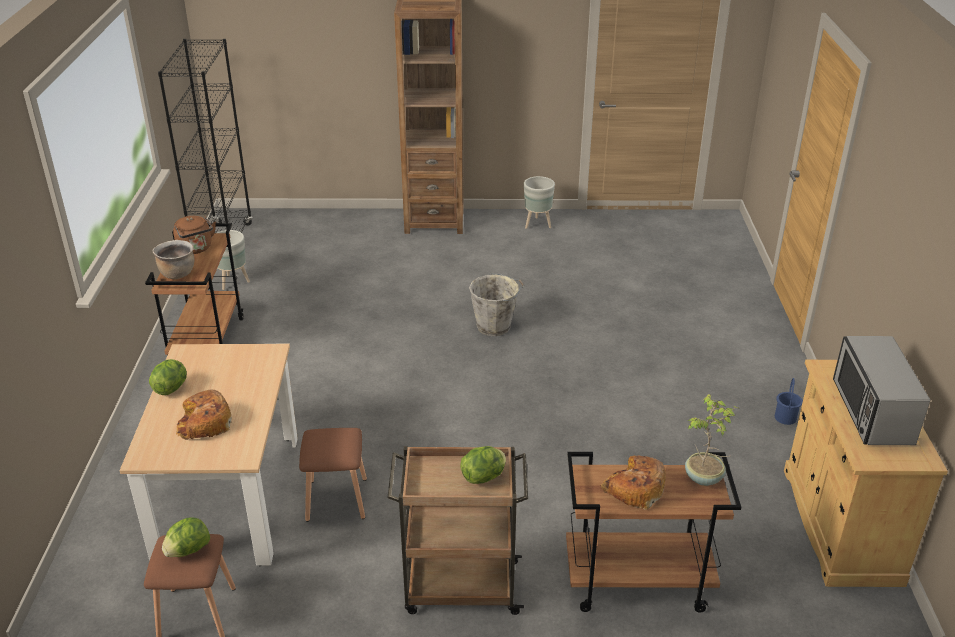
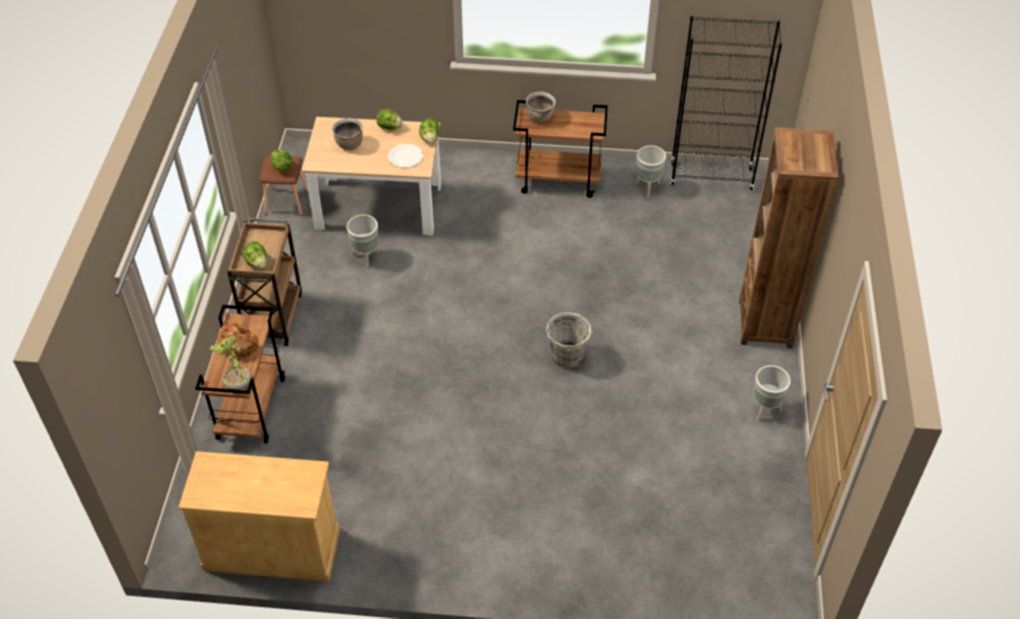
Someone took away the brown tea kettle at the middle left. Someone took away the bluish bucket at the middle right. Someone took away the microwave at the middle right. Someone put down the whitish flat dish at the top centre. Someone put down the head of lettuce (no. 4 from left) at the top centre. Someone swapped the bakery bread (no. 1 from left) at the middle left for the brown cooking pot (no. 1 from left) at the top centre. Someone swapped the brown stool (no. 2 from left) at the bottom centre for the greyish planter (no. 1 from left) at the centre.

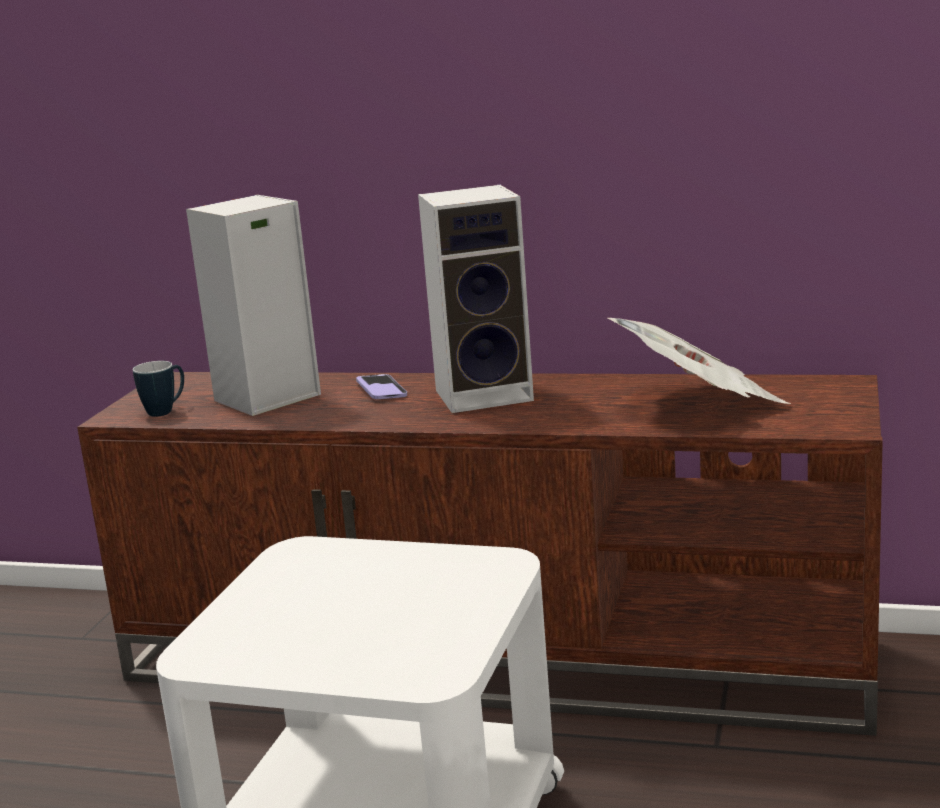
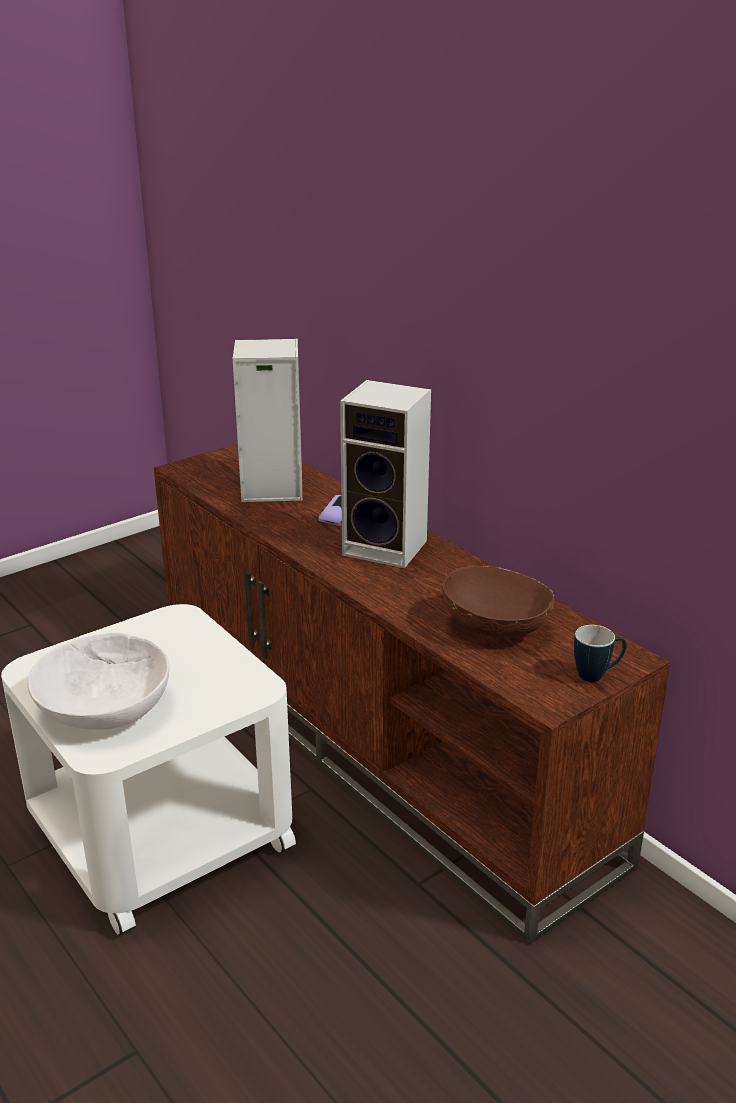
Someone put down the whitish serving bowl at the middle left. Someone carried the tea mug from the middle left to the middle right. Someone swapped the newspaper at the middle right for the brown serving bowl at the middle right.

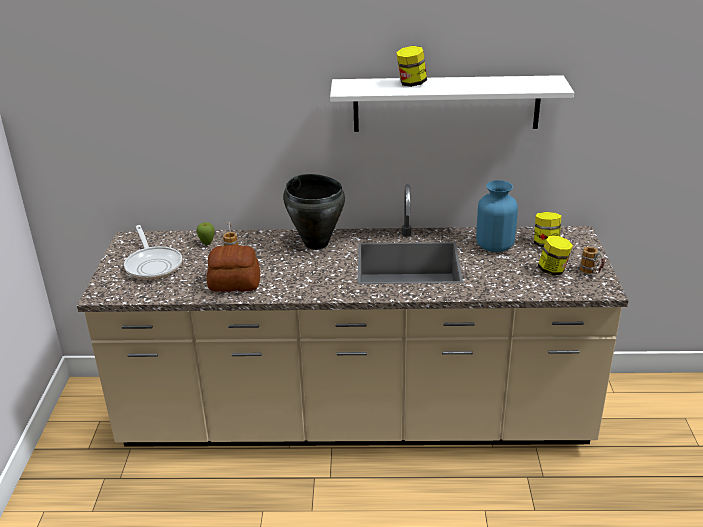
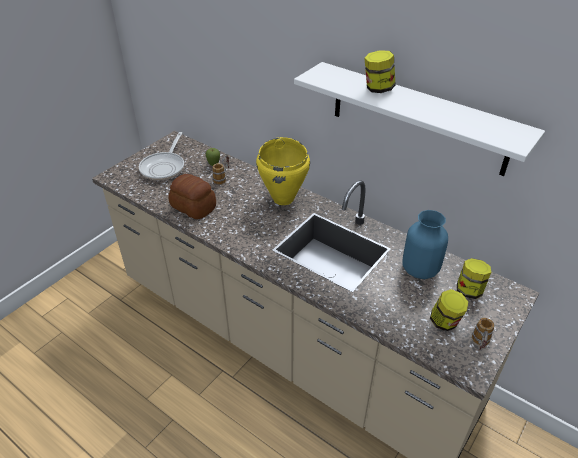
Someone repainted the black-coloured cooking pot at the centre, which became the yellow-coloured cooking pot at the centre.

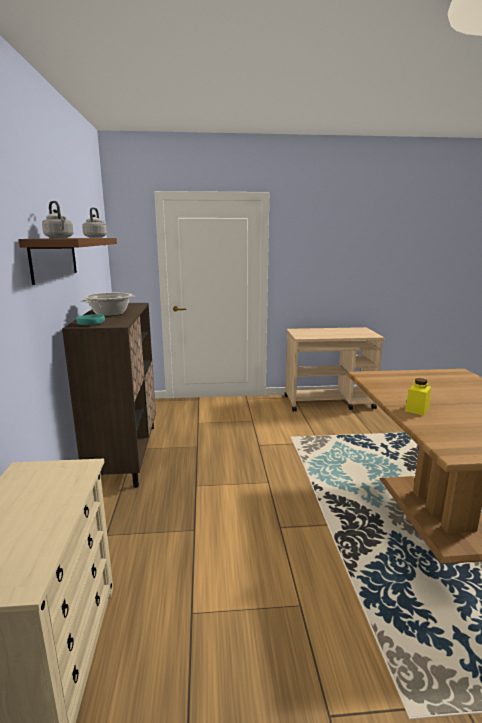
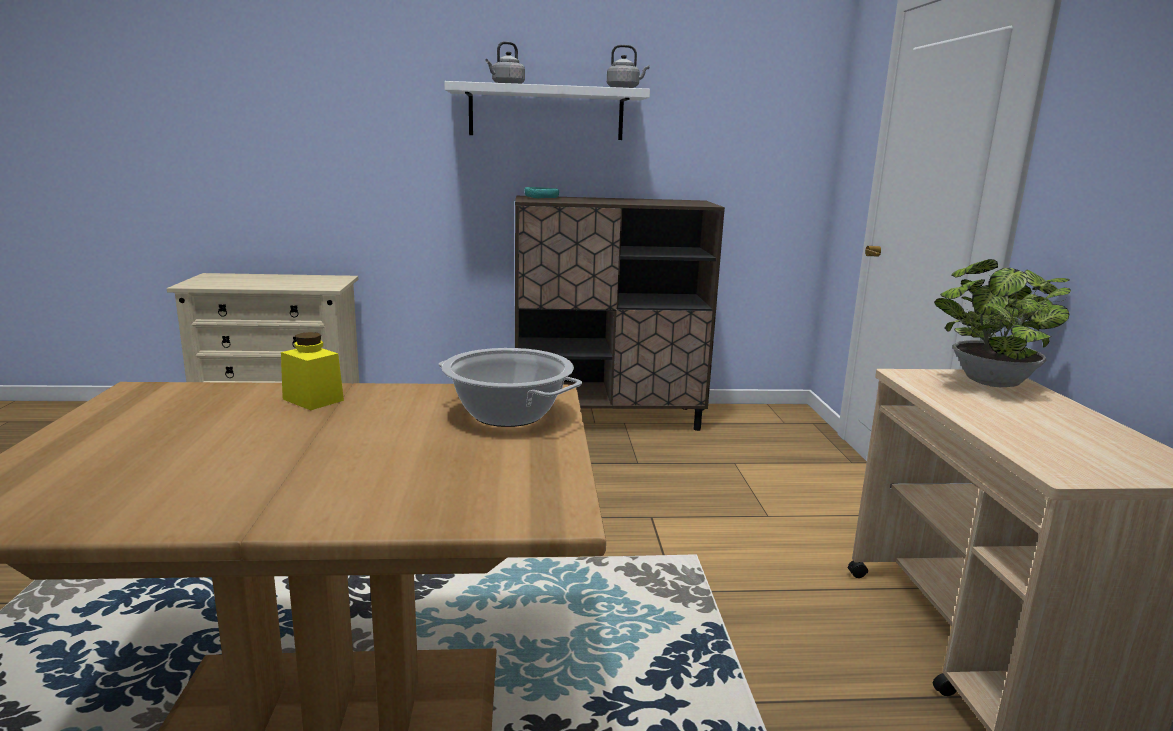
Someone put down the potted plant at the middle right. Someone carried the cooking pot from the middle left to the centre. Someone repainted the brown wall shelf at the middle left, which became the whitish wall shelf at the top centre.

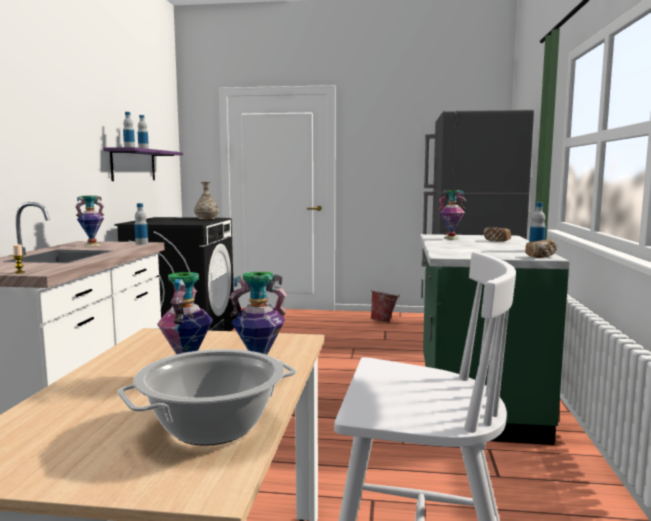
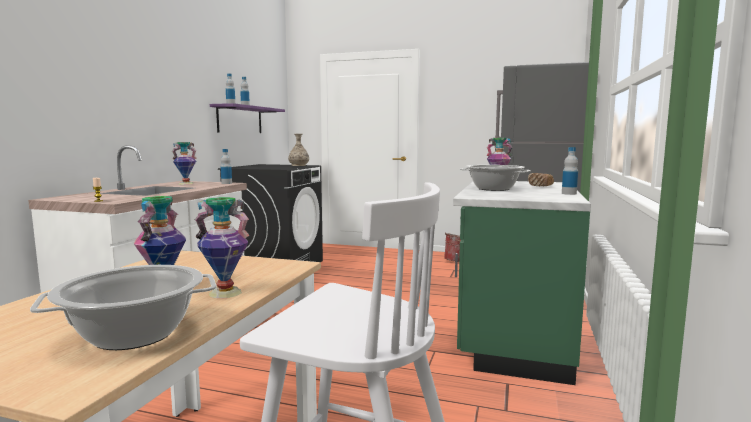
Someone took away the bakery bread (no. 2 from left) at the middle right. Someone put down the cooking pot (no. 2 from left) at the centre.

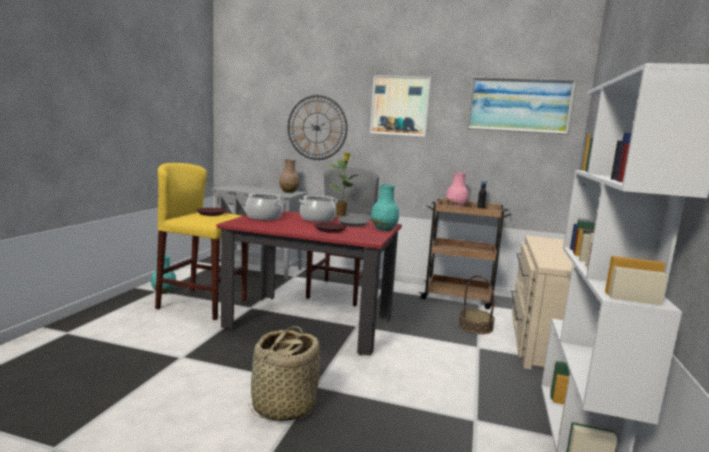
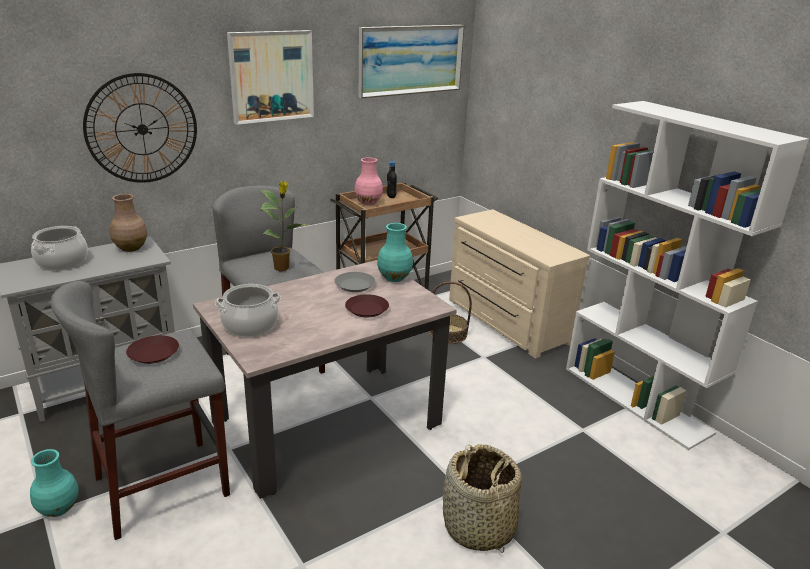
Someone carried the cooking pot (no. 2 from left in the first image) from the centre to the middle left. Someone repainted the yellow-coloured stool at the middle left, which became the greyish stool (no. 1 from left) at the bottom left. Someone repainted the reddish dining table at the centre, which became the sand-coloured dining table at the centre.

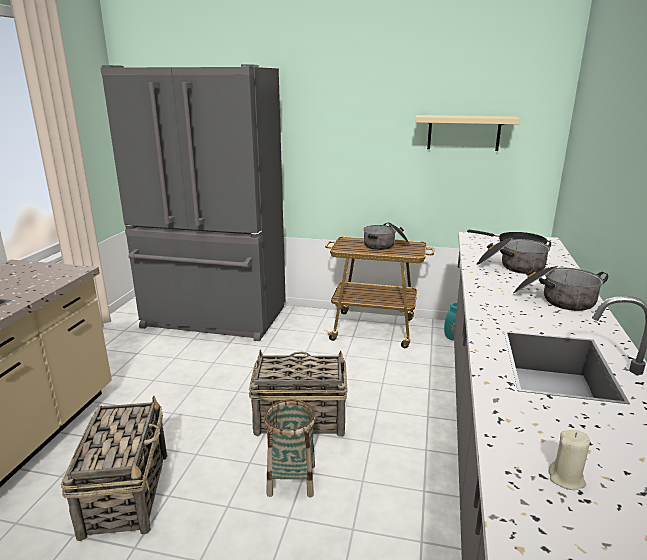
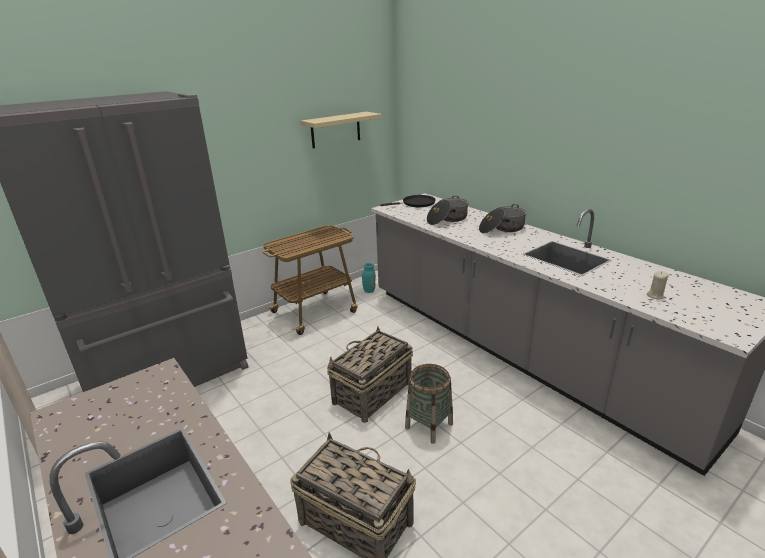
Someone took away the cooking pot (no. 1 from left) at the centre.

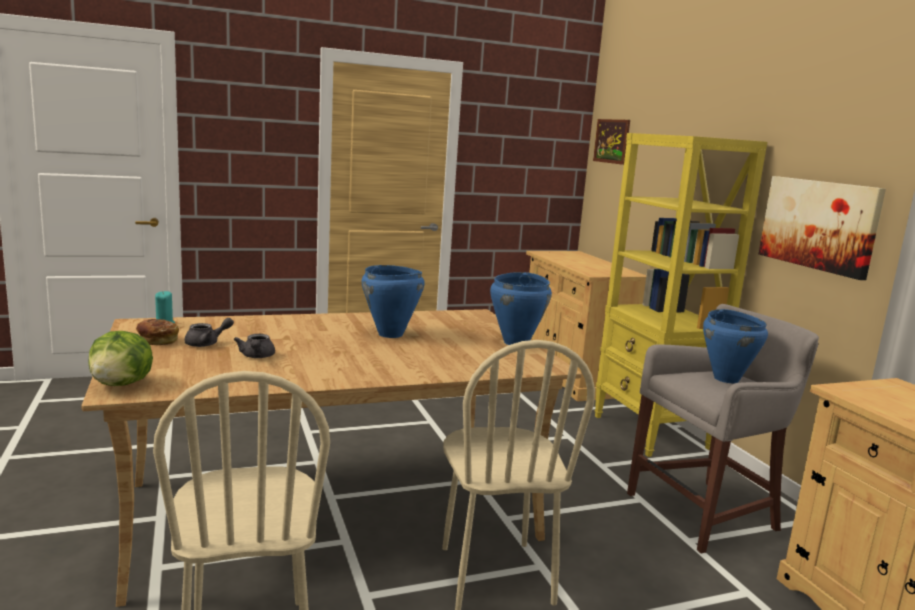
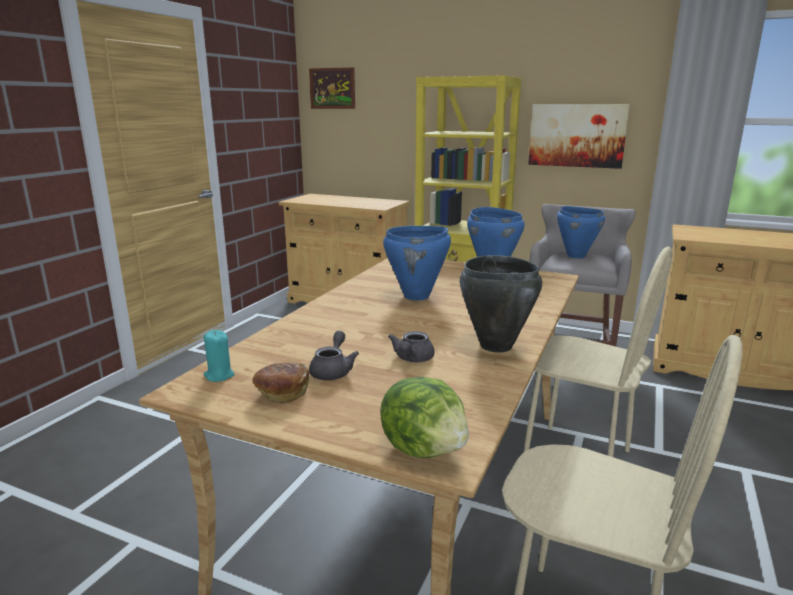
Someone put down the black-coloured cooking pot at the centre. Someone rotated the greyish teapot (no. 2 from left) at the middle left by 75 degrees clockwise.

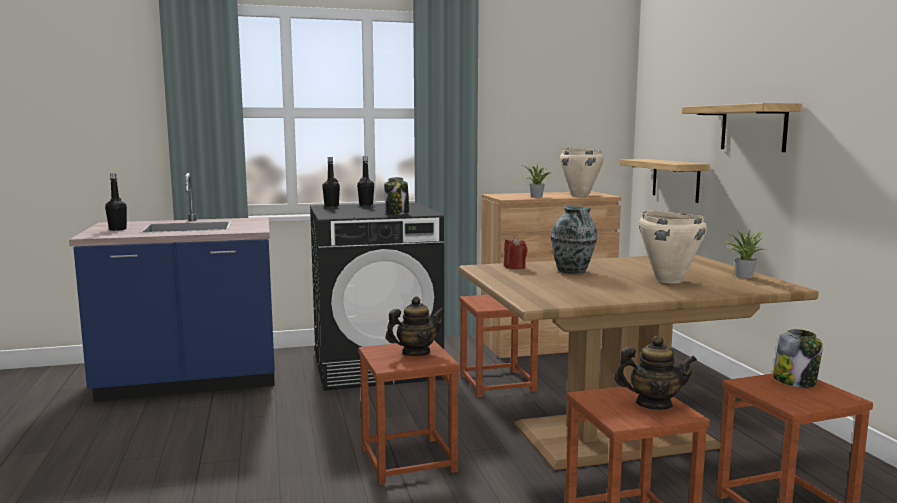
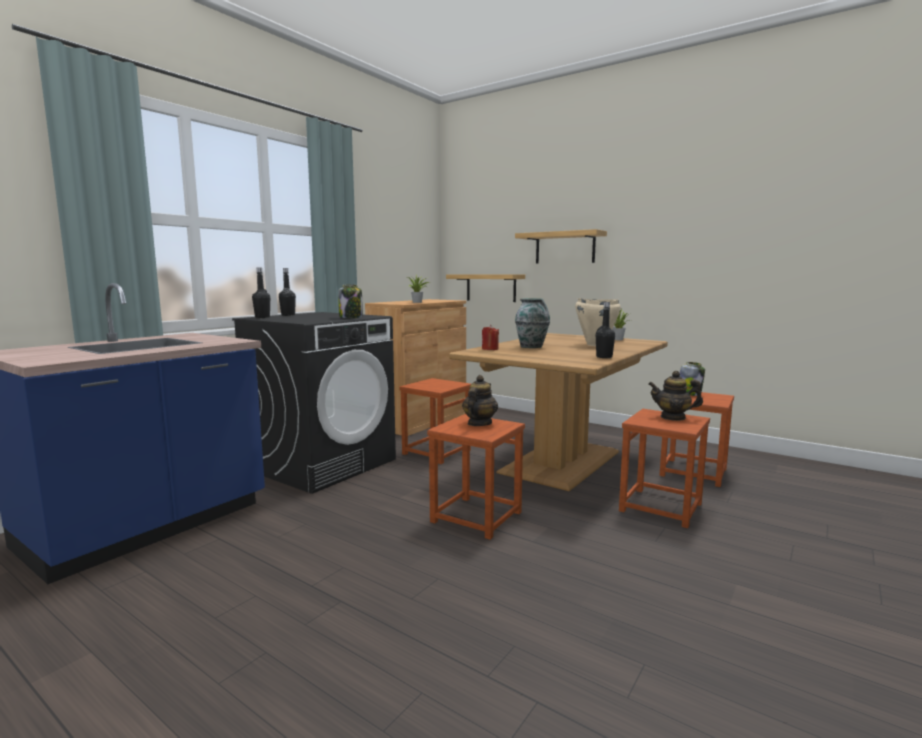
Someone took away the sand-coloured cooking pot (no. 1 from left) at the centre. Someone carried the black-coloured beverage bottle (no. 1 from left in the first image) from the middle left to the centre. Someone rotated the teapot (no. 2 from left) at the bottom right by 135 degrees counterclockwise.

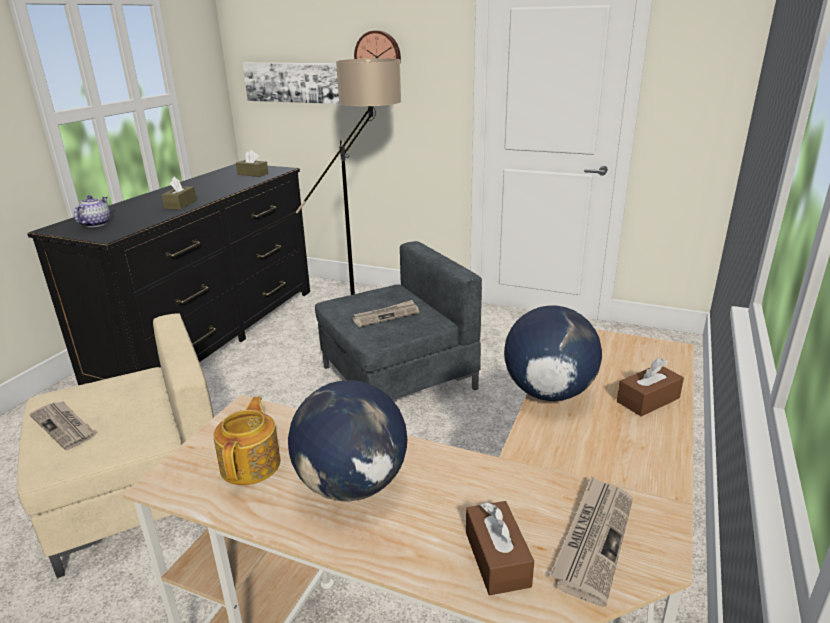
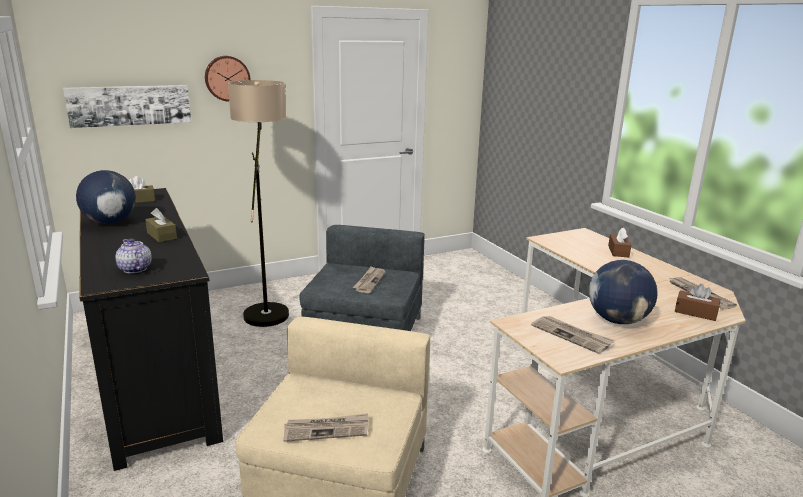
Someone carried the globe (no. 2 from left in the first image) from the centre to the middle left. Someone swapped the teapot (no. 2 from left) at the bottom left for the newspaper (no. 3 from left) at the bottom right.

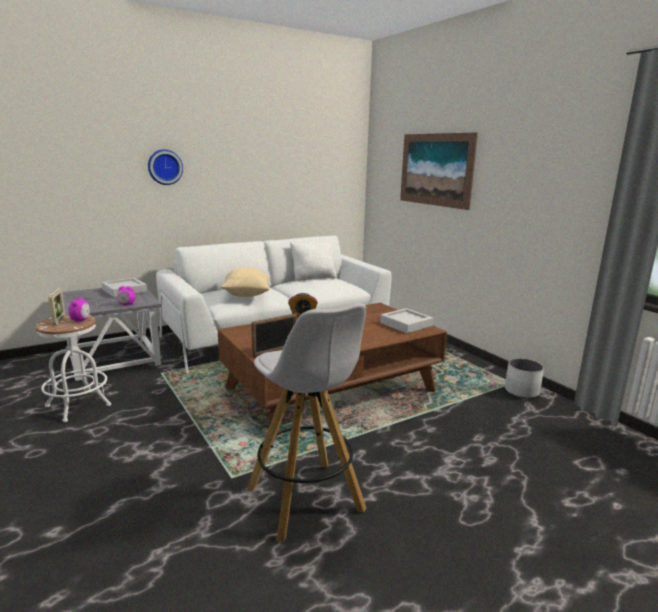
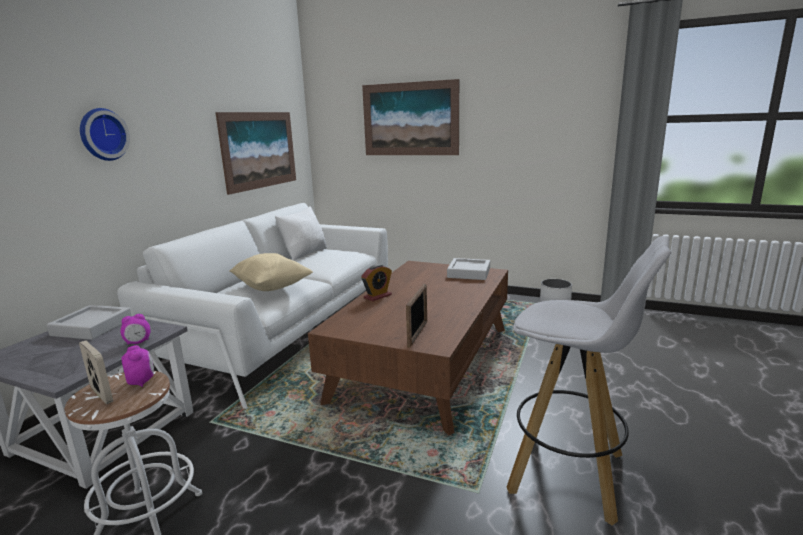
Someone put up the picture (no. 1 from left) at the top left.

